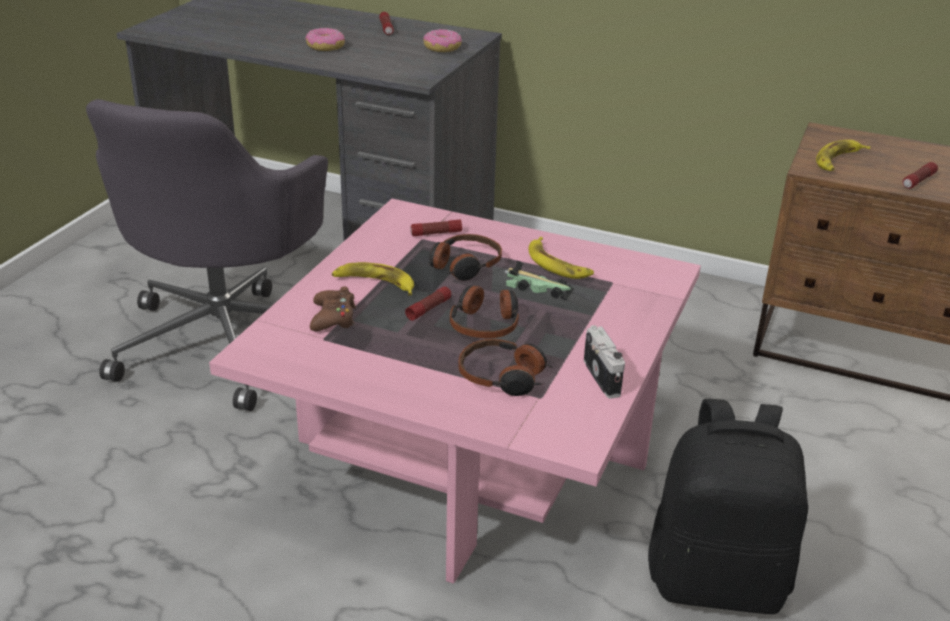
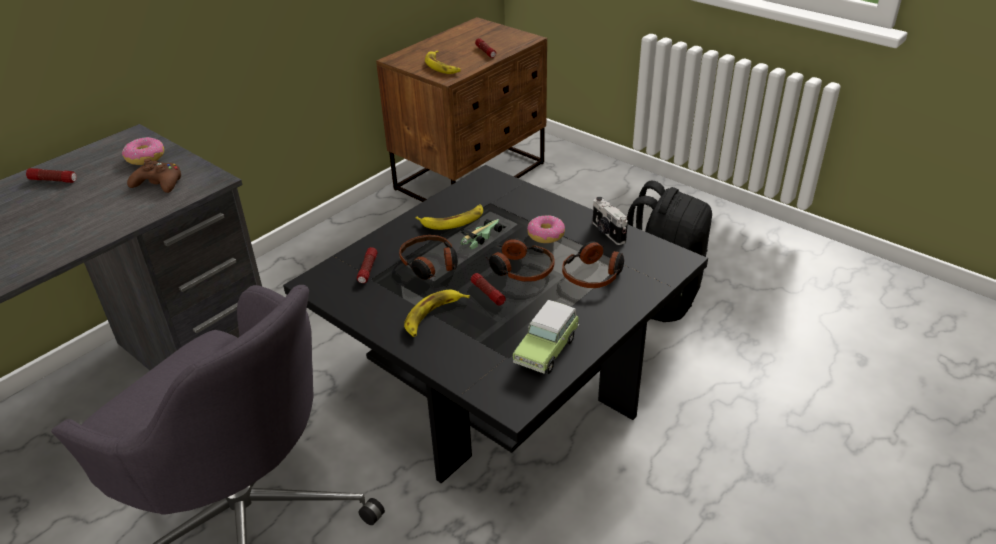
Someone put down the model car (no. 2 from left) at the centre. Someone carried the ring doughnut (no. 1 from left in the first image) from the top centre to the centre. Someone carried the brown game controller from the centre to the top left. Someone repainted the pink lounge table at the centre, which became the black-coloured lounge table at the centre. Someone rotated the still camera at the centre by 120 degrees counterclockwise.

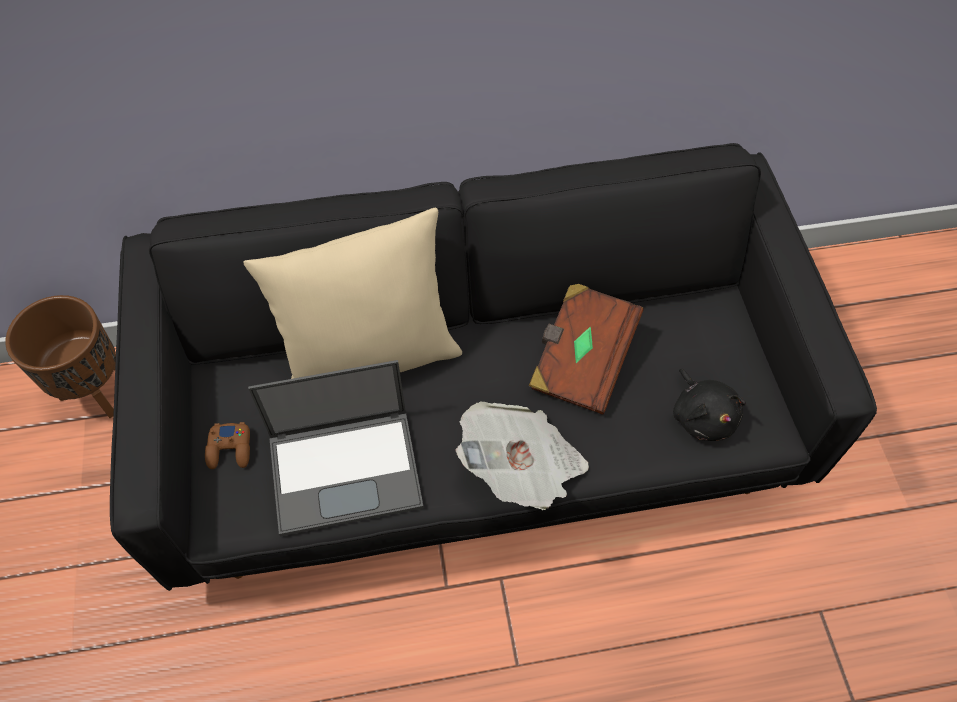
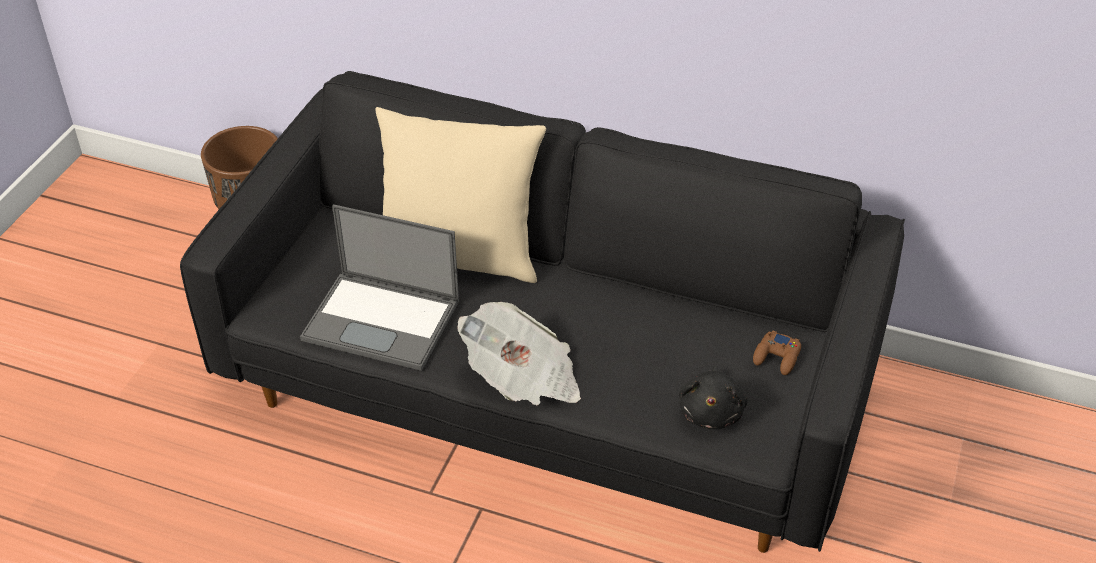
Someone took away the brown book at the centre. Someone carried the brown game controller from the middle left to the middle right.

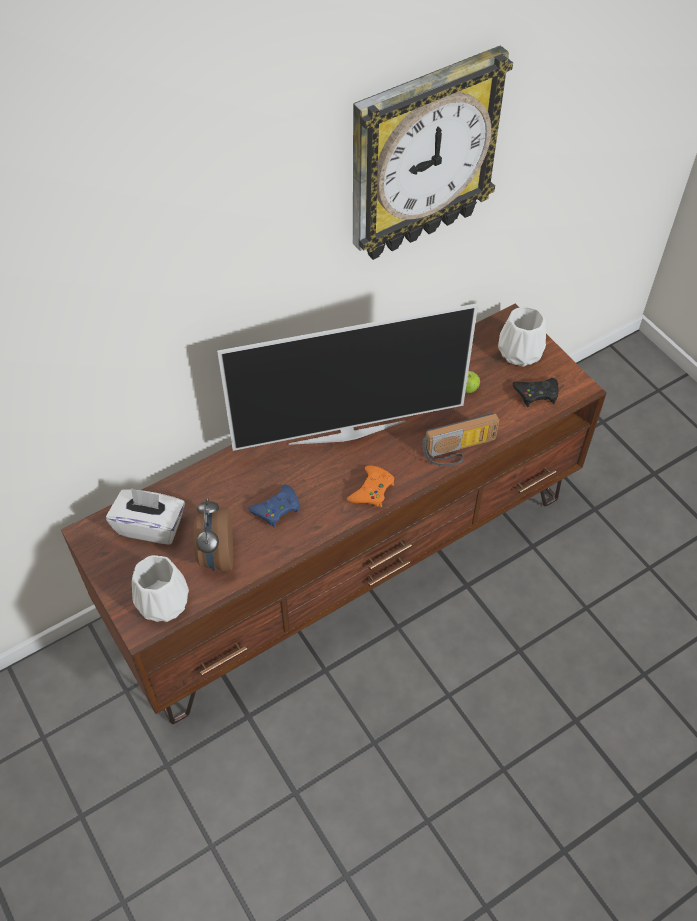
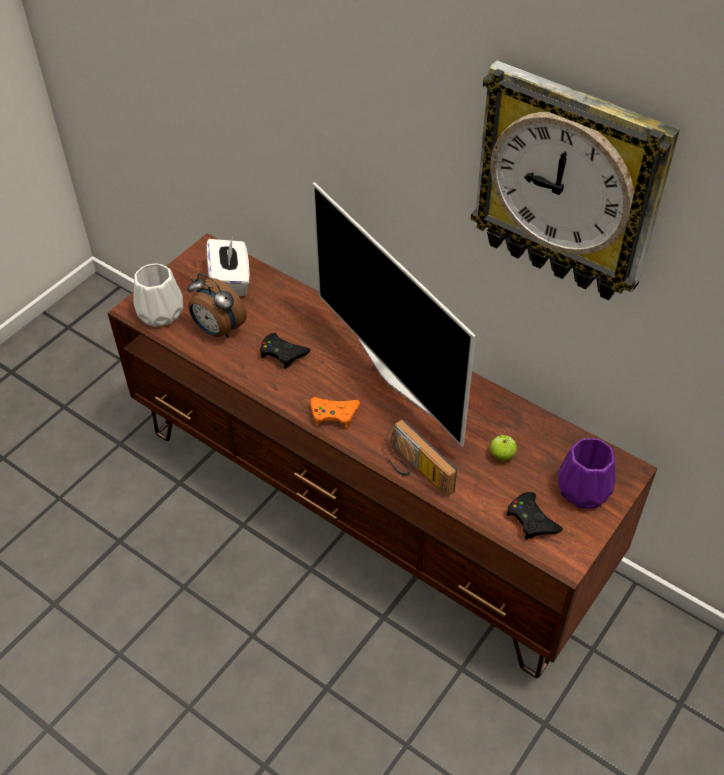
Someone repainted the bluish game controller at the centre, which became the black-coloured game controller (no. 1 from left) at the centre. Someone repainted the whitish vase (no. 2 from left) at the middle right, which became the purplish vase at the middle right. Someone rotated the table clock at the middle left by 120 degrees counterclockwise.

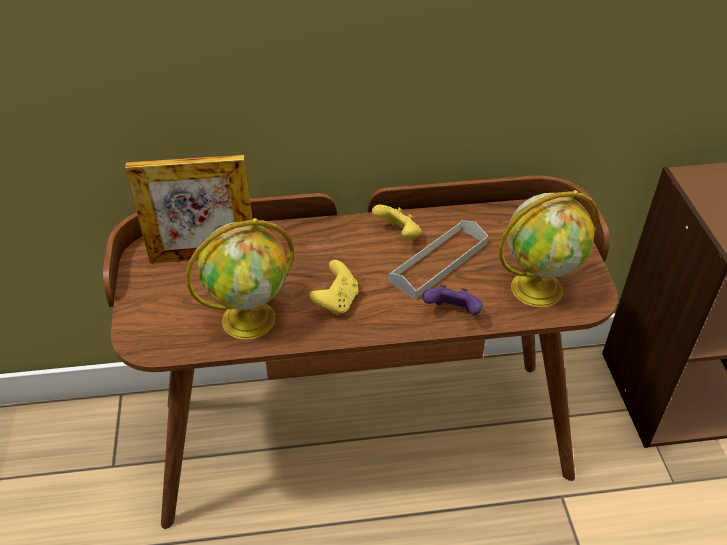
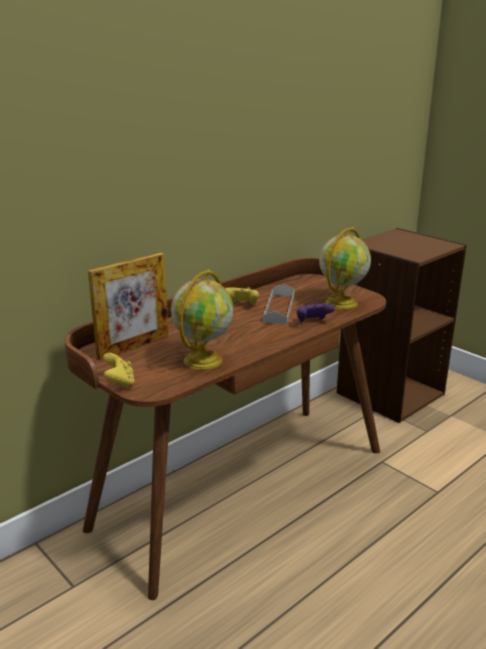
Someone carried the yellow-coloured game controller (no. 1 from left) from the centre to the middle left.

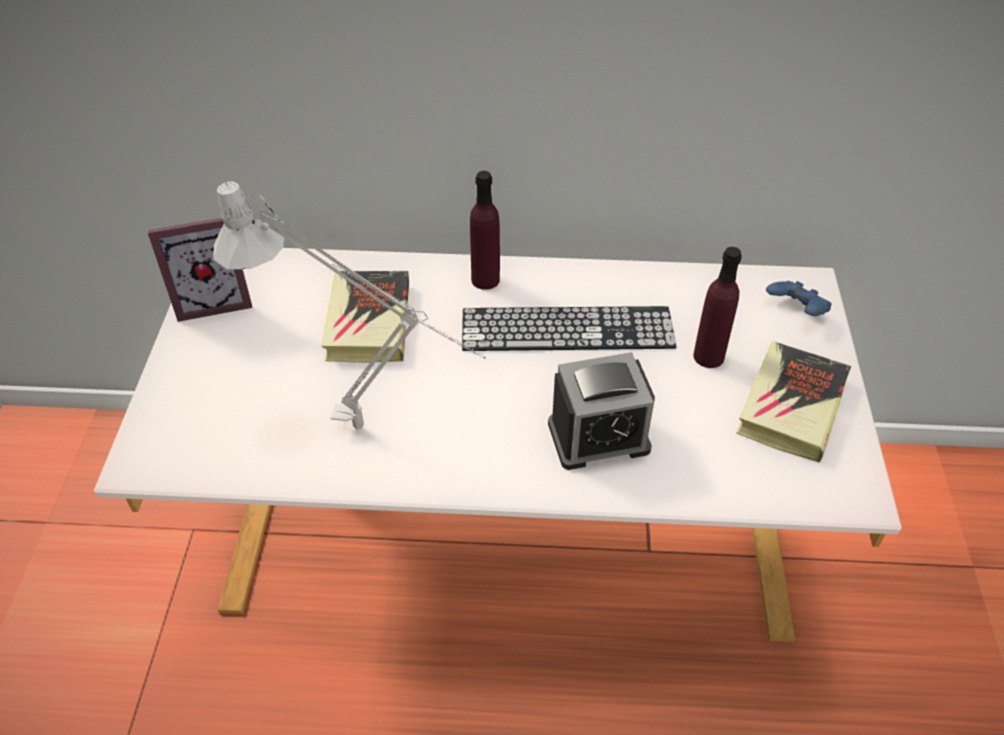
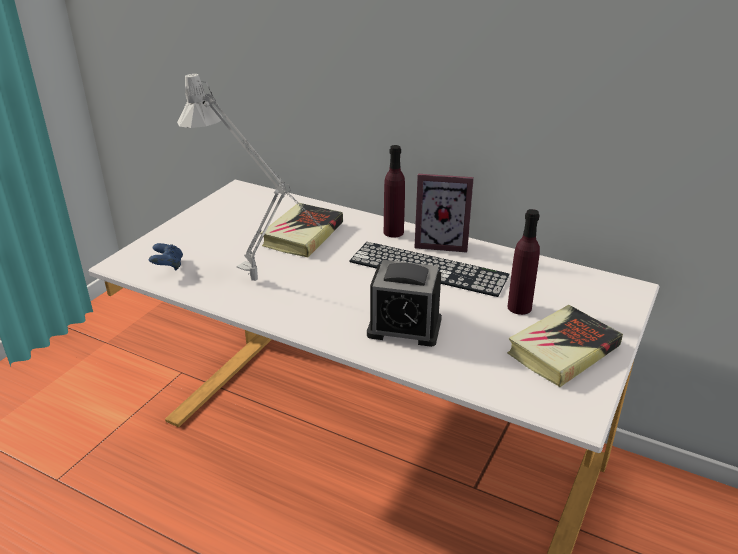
Someone carried the standing frame from the middle left to the centre. Someone carried the bluish game controller from the middle right to the middle left.

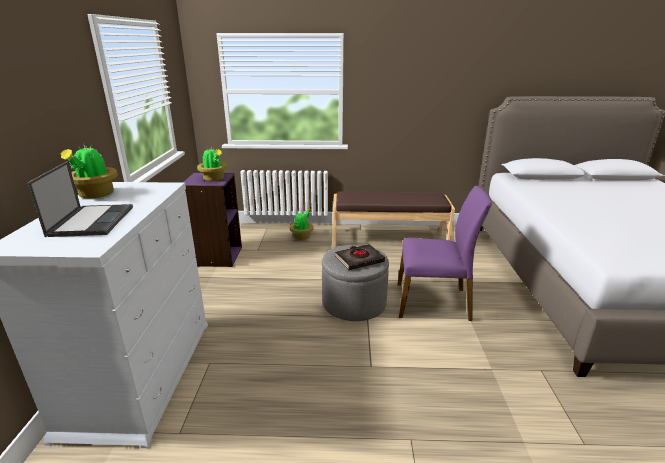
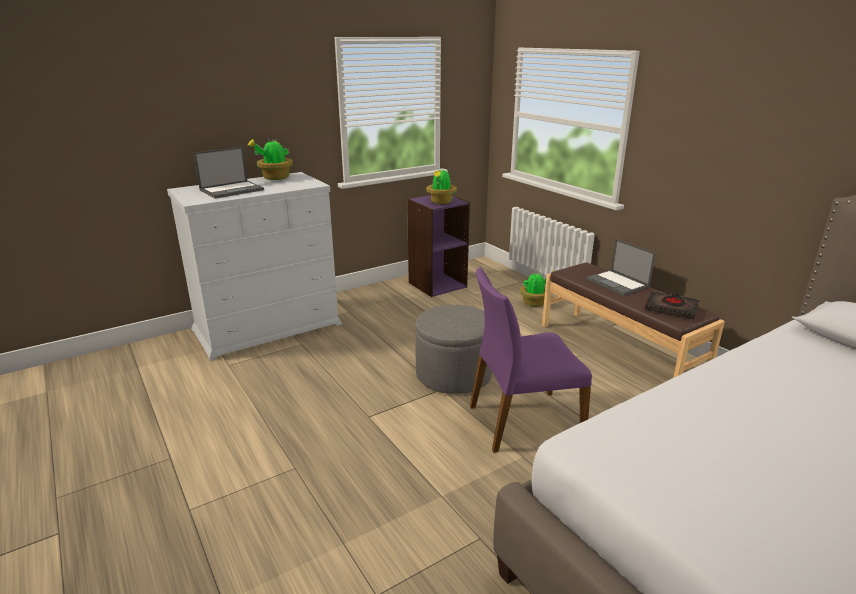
Someone put down the laptop (no. 2 from left) at the middle right. Someone carried the black-coloured book from the centre to the middle right. Someone rotated the purplish upright chair at the middle right by 105 degrees clockwise.

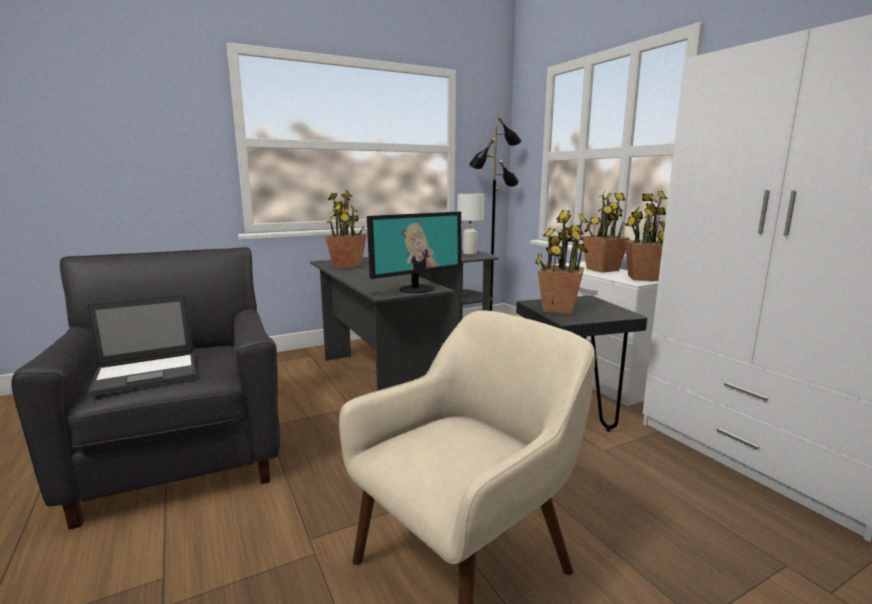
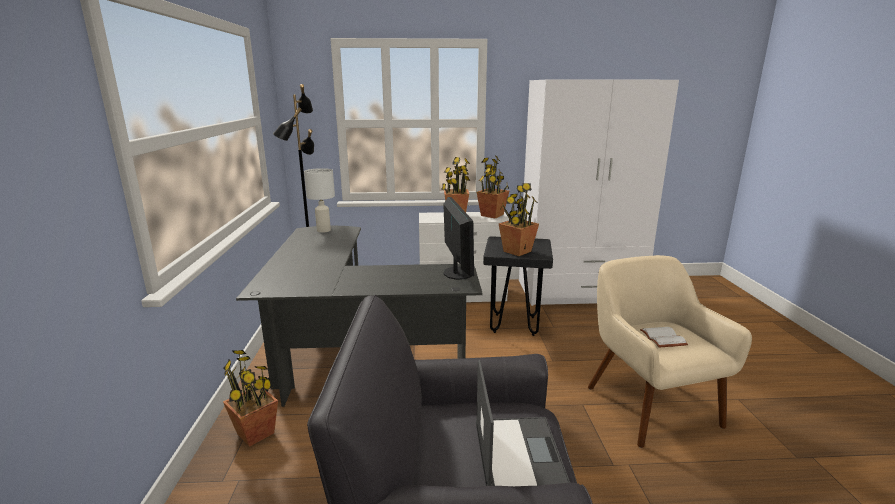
Someone put down the whitish book at the bottom right. Someone carried the potted plant (no. 1 from left) from the centre to the bottom left.

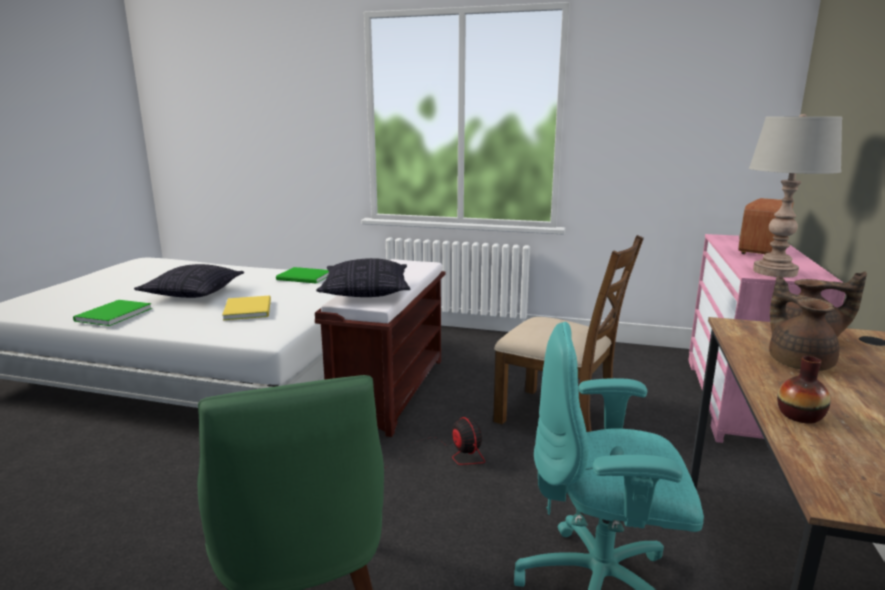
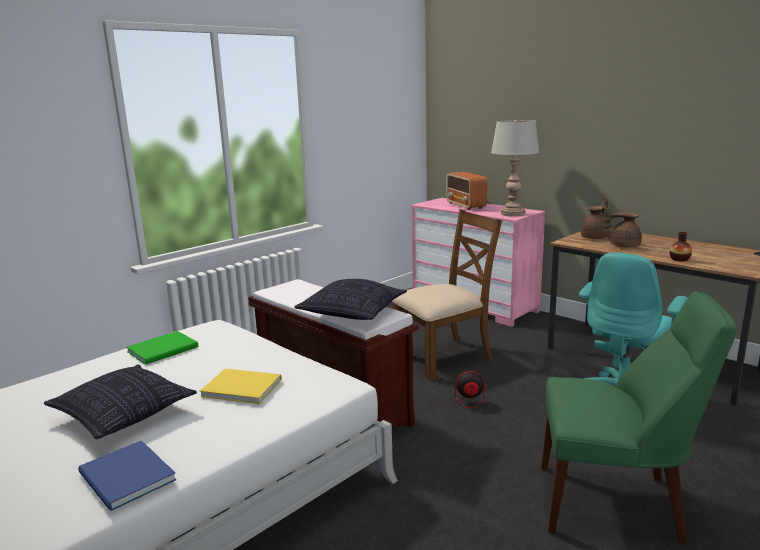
Someone repainted the greenish book (no. 1 from left) at the middle left, which became the bluish book at the bottom left.

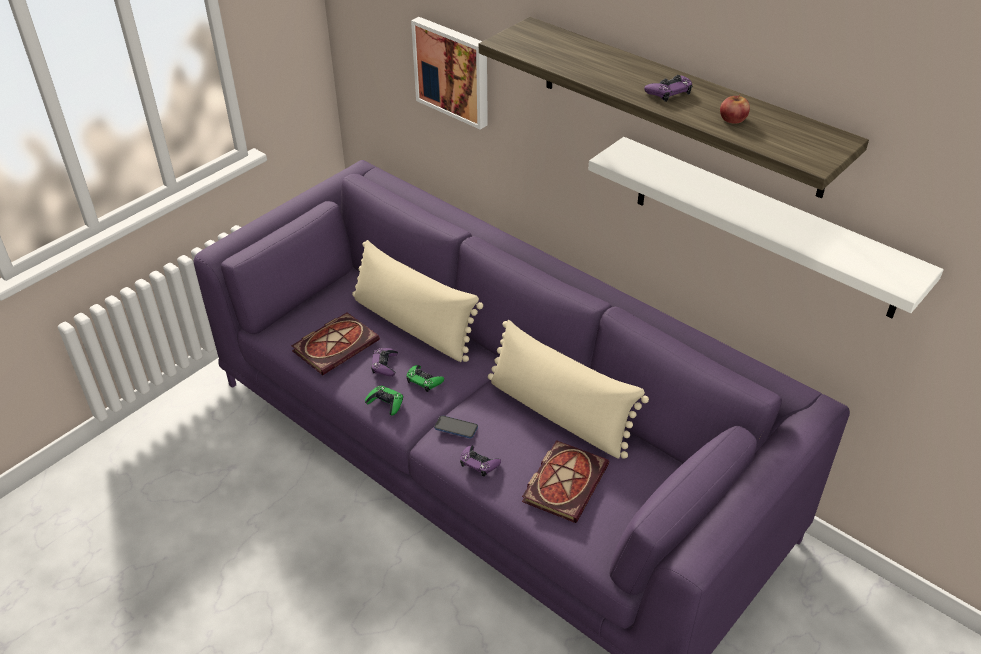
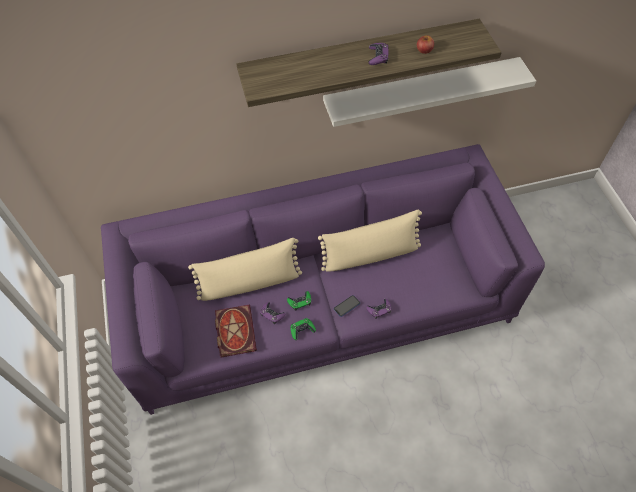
Someone took away the picture at the top centre. Someone took away the book (no. 2 from left) at the bottom centre.

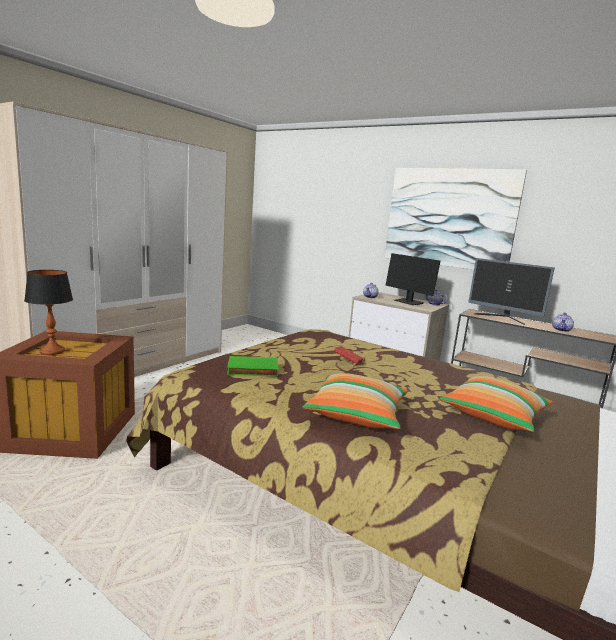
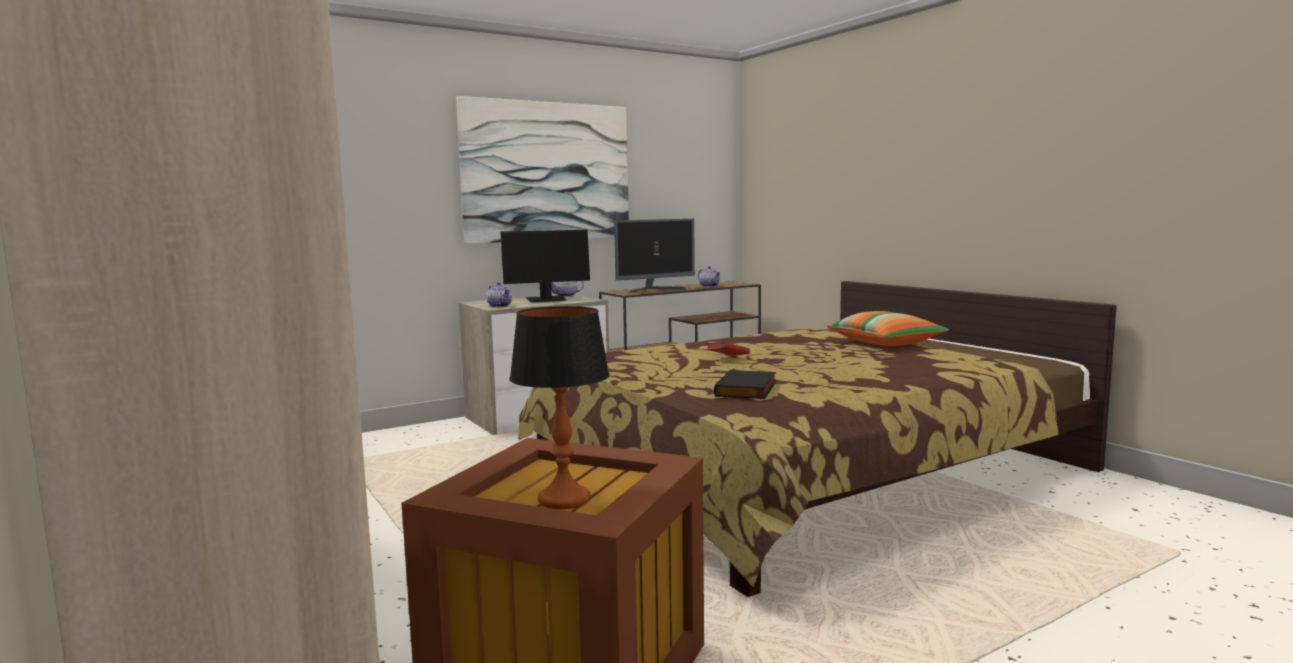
Someone took away the cushion (no. 1 from left) at the centre. Someone repainted the greenish book at the centre, which became the black-coloured book at the centre.

